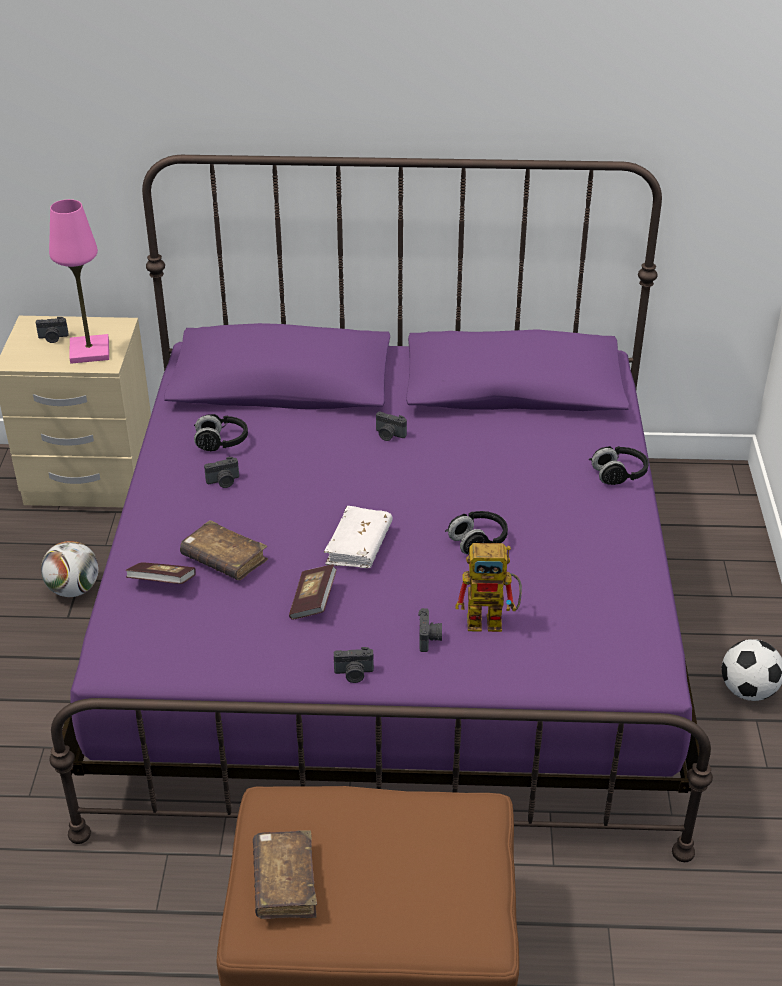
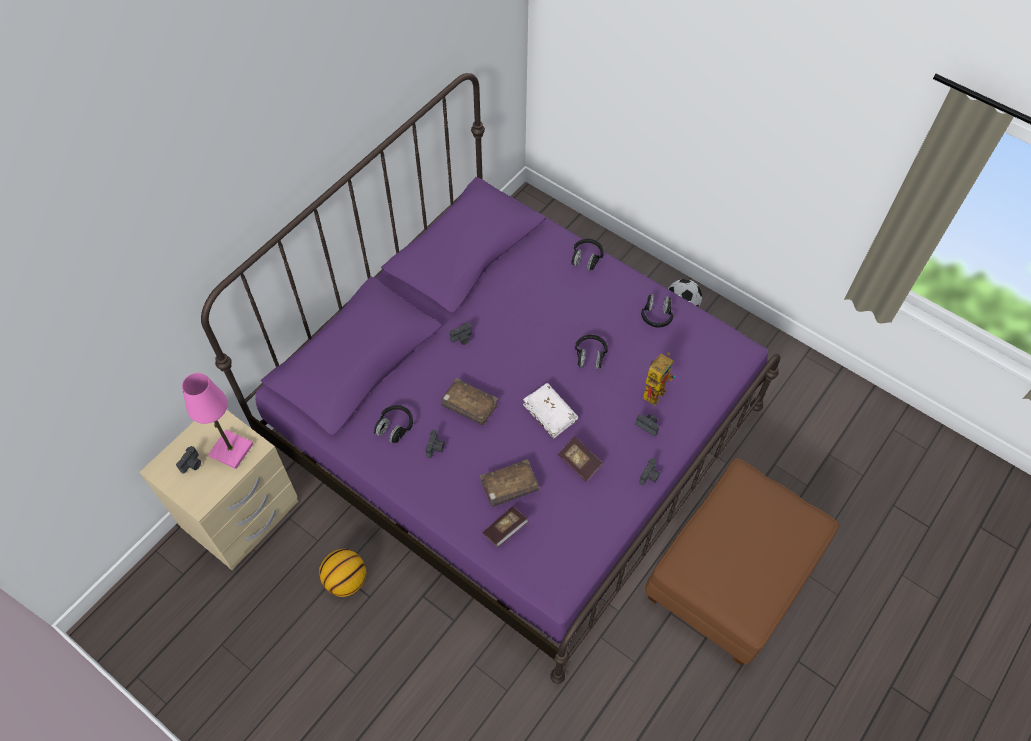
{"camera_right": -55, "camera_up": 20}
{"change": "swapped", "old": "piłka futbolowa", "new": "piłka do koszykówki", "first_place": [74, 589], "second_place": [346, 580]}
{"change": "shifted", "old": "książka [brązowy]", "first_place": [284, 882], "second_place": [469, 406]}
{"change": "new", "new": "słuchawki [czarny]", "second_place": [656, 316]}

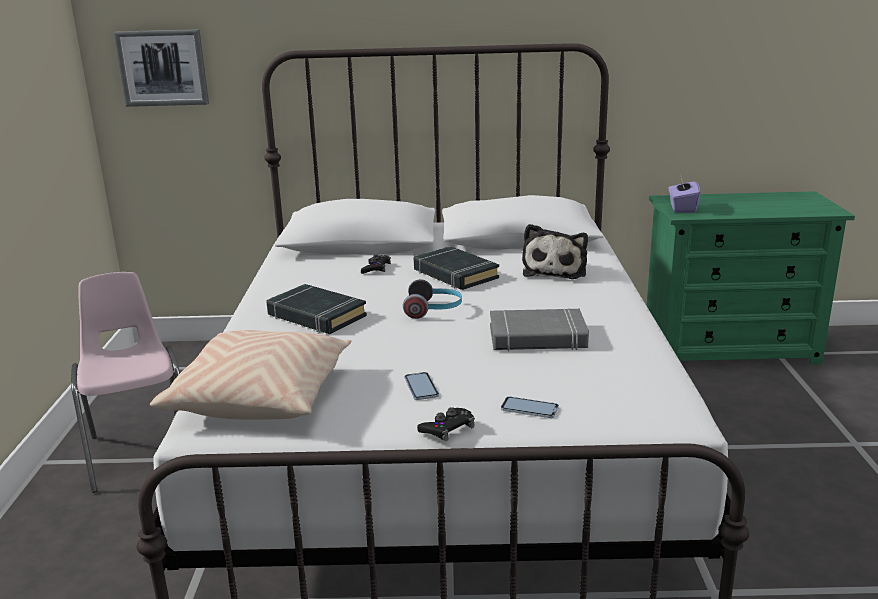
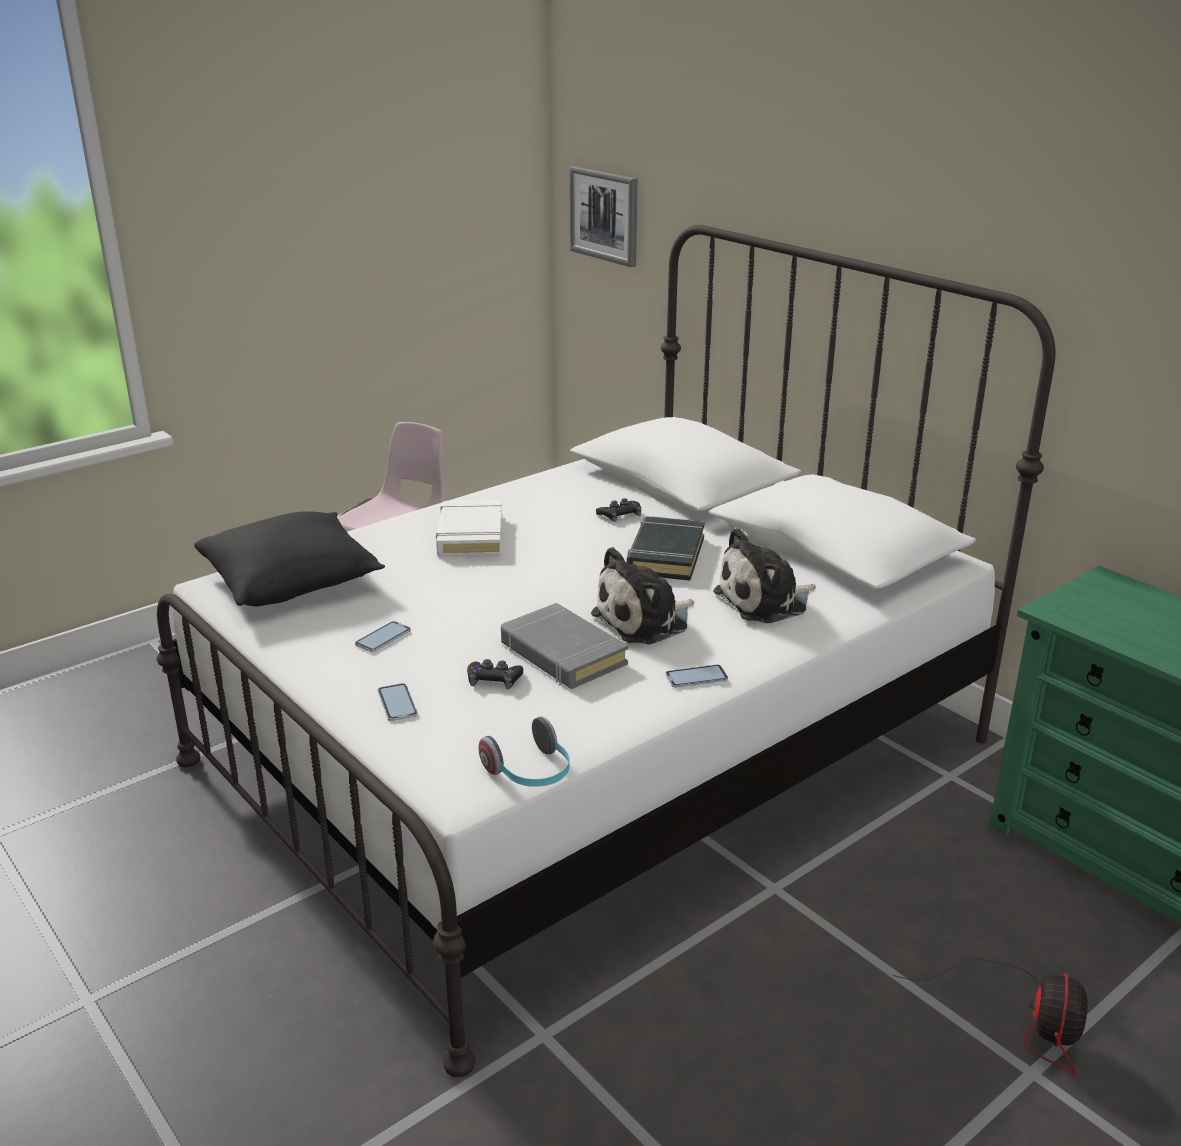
{"camera_right": 50, "camera_up": 5}
{"change": "repainted", "old": "poduszka [beżowy]", "new": "poduszka [czarny]", "first_place": [261, 397], "second_place": [292, 581]}
{"change": "repainted", "old": "książka [czarny]", "new": "książka [biały]", "first_place": [316, 316], "second_place": [470, 536]}
{"change": "shifted", "old": "słuchawki", "first_place": [434, 310], "second_place": [530, 773]}
{"change": "shifted", "old": "pad do gier [czarny]", "first_place": [447, 429], "second_place": [494, 679]}
{"change": "gone", "old": "pudełko chusteczek [fioletowy]", "first_place": [682, 208]}
{"change": "new", "new": "pluszak", "second_place": [645, 621]}
{"change": "new", "new": "telefon", "second_place": [696, 678]}
{"change": "new", "new": "wentylator", "second_place": [1024, 1019]}

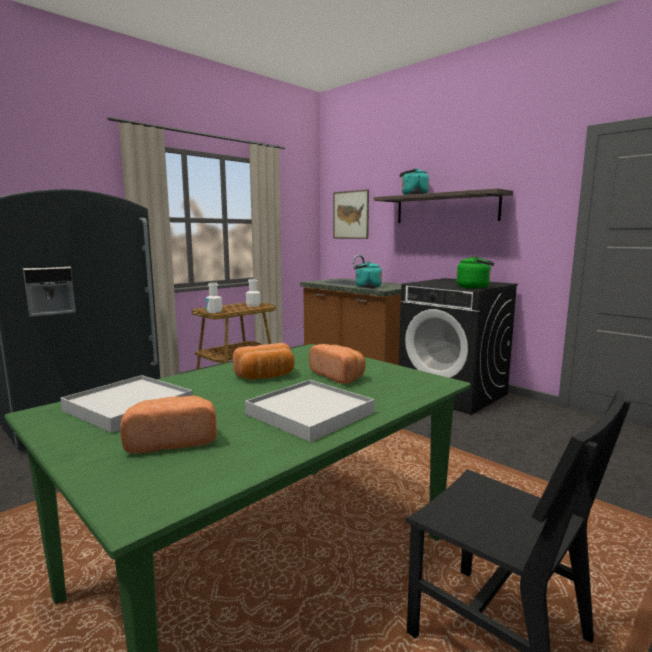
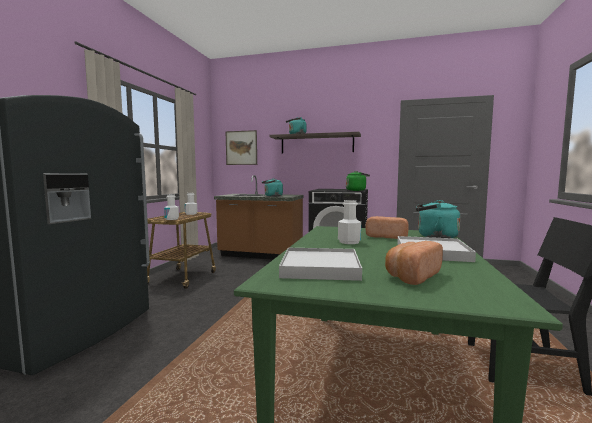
{"camera_right": -30, "camera_up": -5}
{"change": "swapped", "old": "chleb", "new": "butelka [biały]", "first_place": [266, 376], "second_place": [349, 242]}
{"change": "new", "new": "czajnik [turkusowy]", "second_place": [434, 237]}

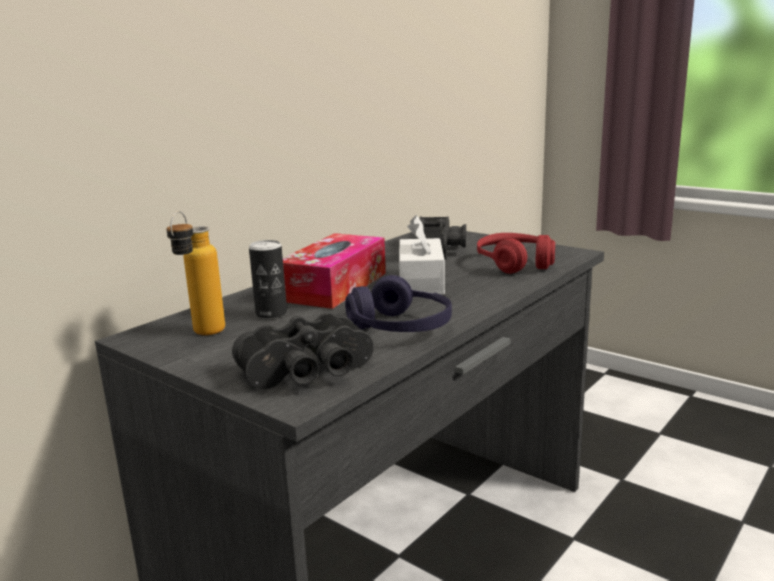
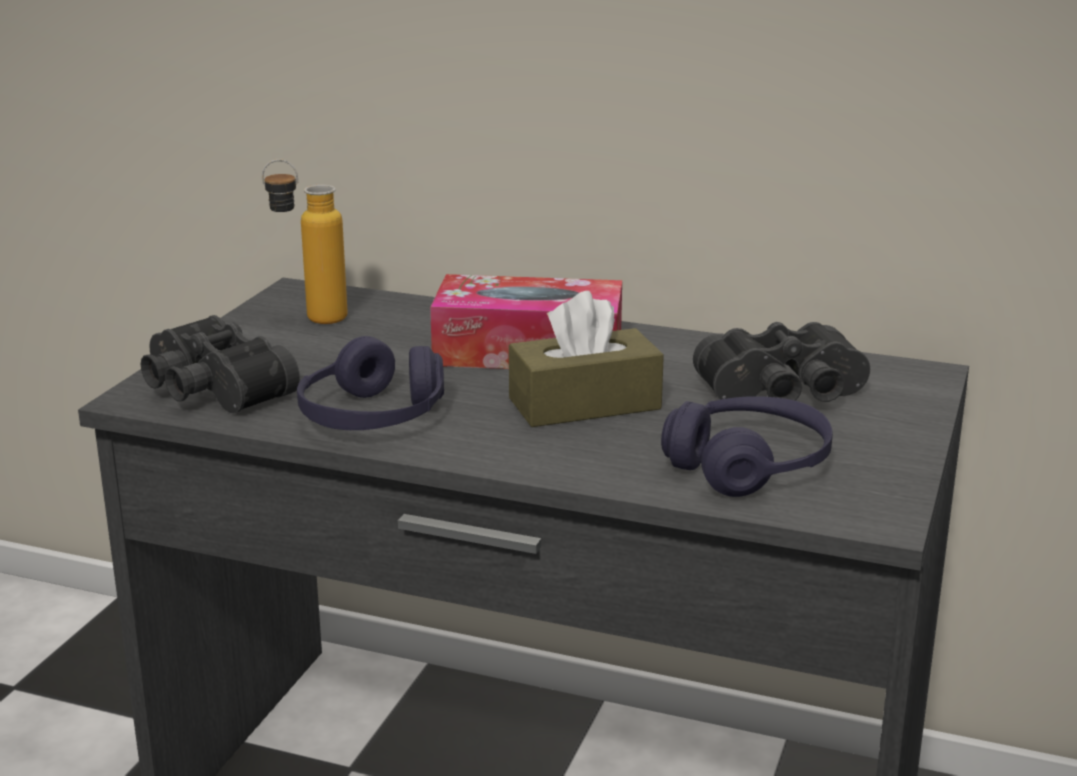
{"camera_right": 70, "camera_up": 5}
{"change": "gone", "old": "puszka", "first_place": [271, 313]}
{"change": "repainted", "old": "pudełko chusteczek [biały]", "new": "pudełko chusteczek [brązowy]", "first_place": [421, 282], "second_place": [584, 404]}
{"change": "repainted", "old": "słuchawki [czerwony]", "new": "słuchawki [fioletowy]", "first_place": [515, 263], "second_place": [748, 466]}

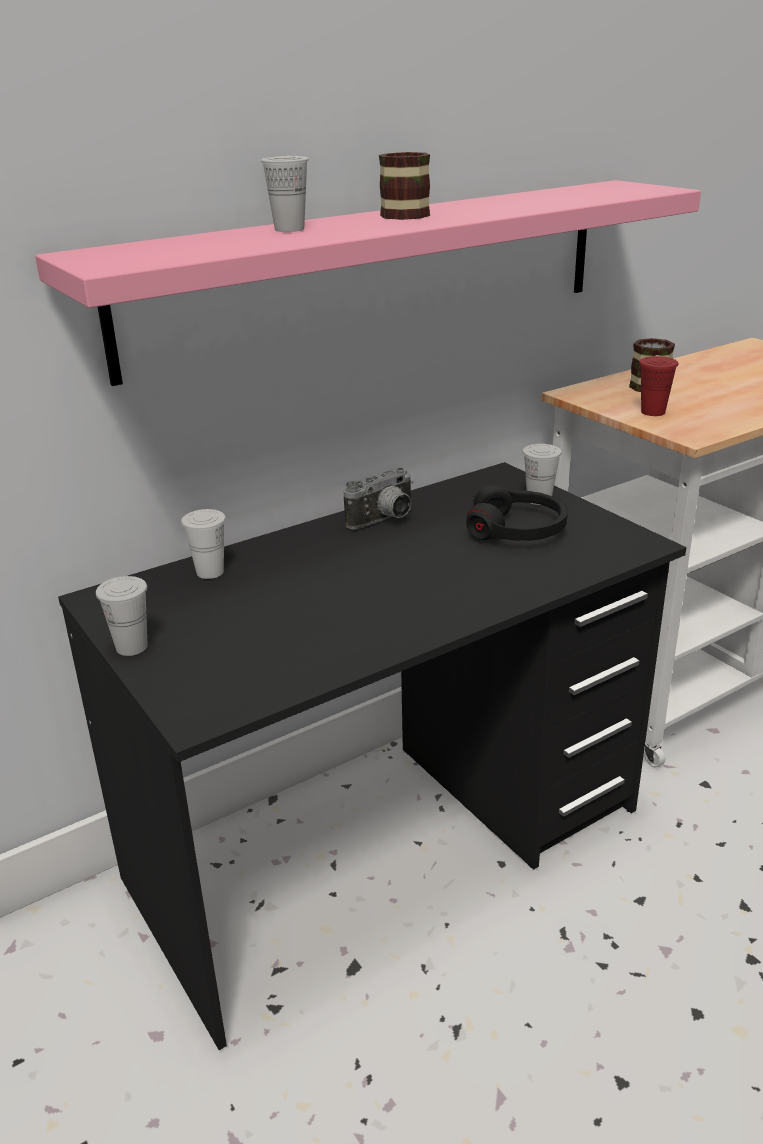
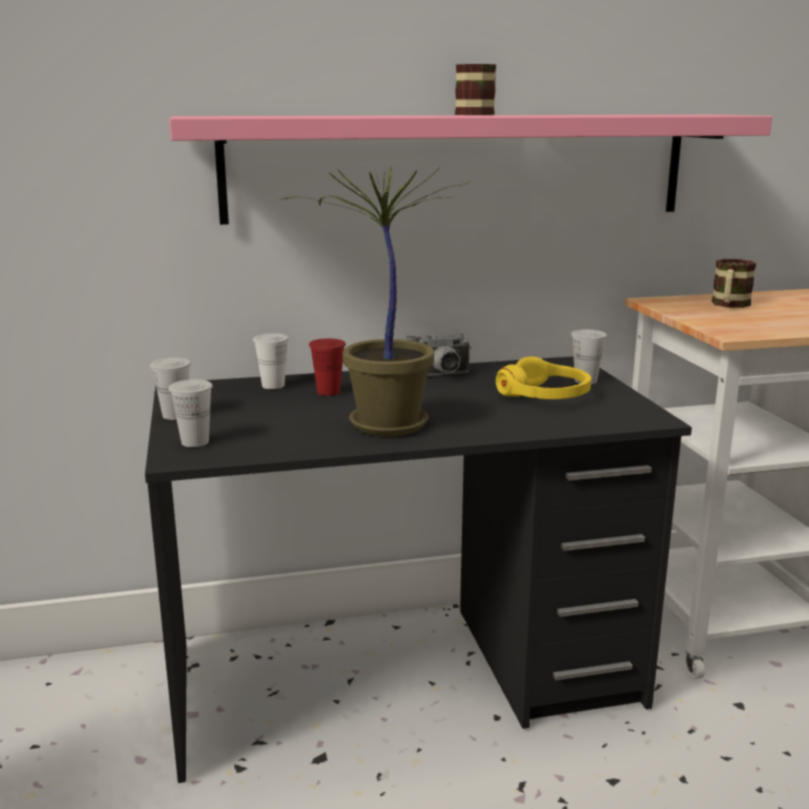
{"camera_right": 20, "camera_up": -10}
{"change": "shifted", "old": "filiżanka [biały]", "first_place": [289, 229], "second_place": [195, 442]}
{"change": "repainted", "old": "słuchawki [czarny]", "new": "słuchawki [żółty]", "first_place": [517, 530], "second_place": [545, 396]}
{"change": "shifted", "old": "filiżanka [czerwony]", "first_place": [653, 412], "second_place": [328, 392]}
{"change": "new", "new": "roślina doniczkowa", "second_place": [385, 424]}

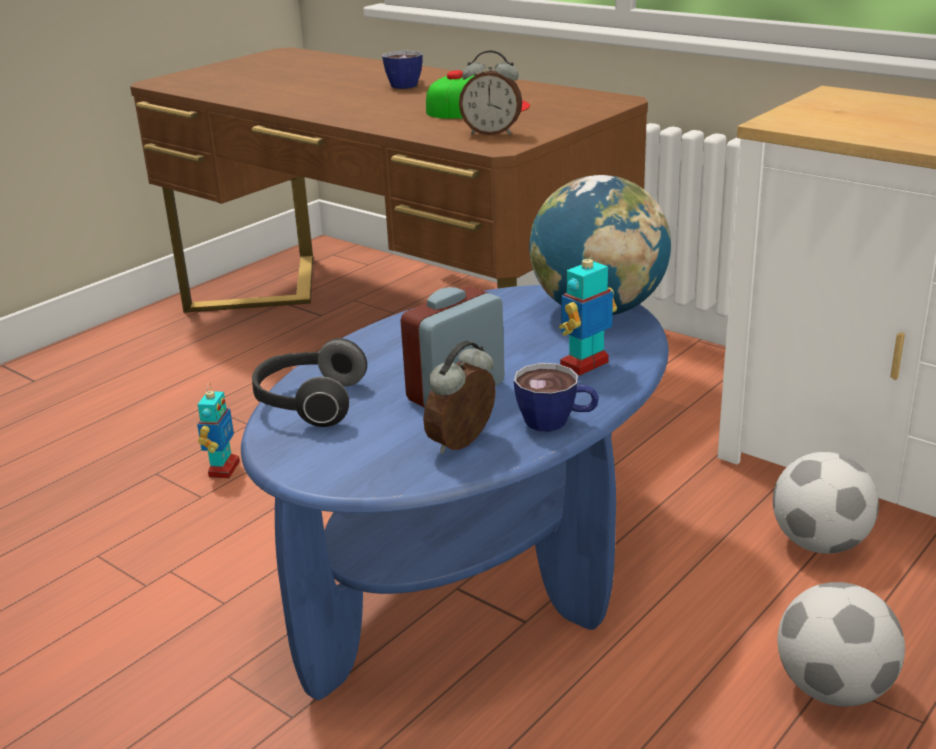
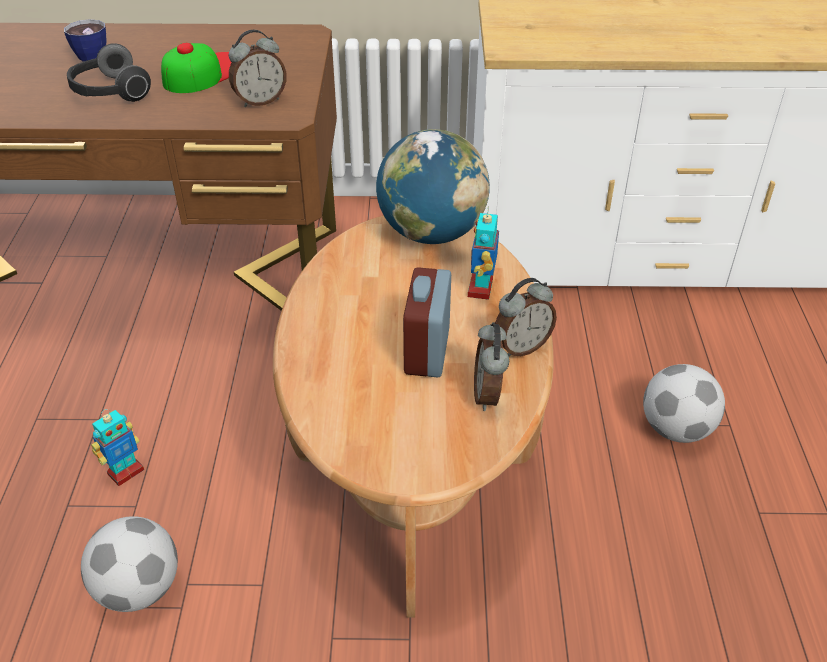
{"camera_right": -40, "camera_up": 15}
{"change": "rotated", "old": "robot zabawkowy", "first_place": [223, 469], "second_place": [125, 472], "degrees": 75}
{"change": "repainted", "old": "ława [niebieski]", "new": "ława [brązowy]", "first_place": [477, 572], "second_place": [413, 459]}
{"change": "shifted", "old": "słuchawki", "first_place": [309, 403], "second_place": [109, 92]}
{"change": "swapped", "old": "filiżanka", "new": "budzik", "first_place": [556, 422], "second_place": [521, 347]}
{"change": "shifted", "old": "piłka futbolowa", "first_place": [819, 543], "second_place": [138, 589]}

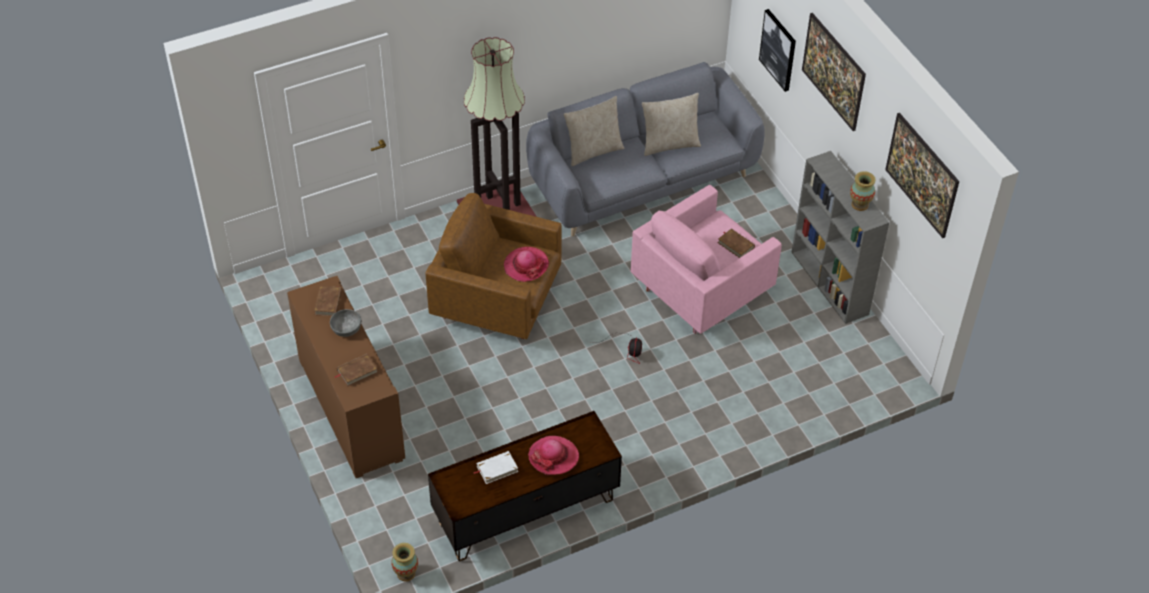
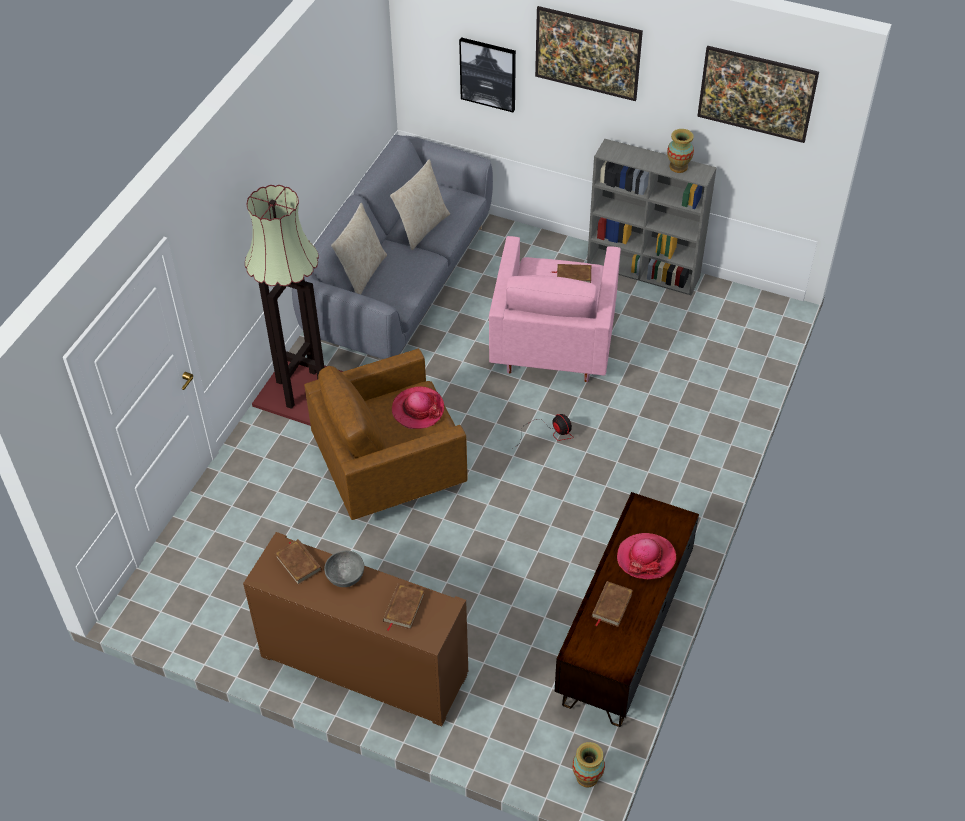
{"camera_right": -40, "camera_up": 0}
{"change": "repainted", "old": "książka [biały]", "new": "książka [brązowy]", "first_place": [497, 469], "second_place": [611, 606]}

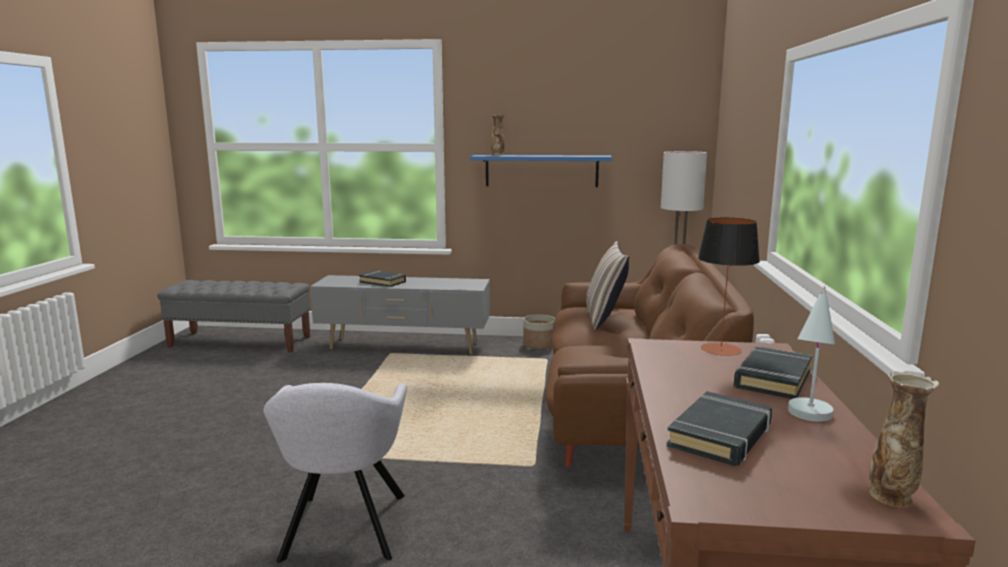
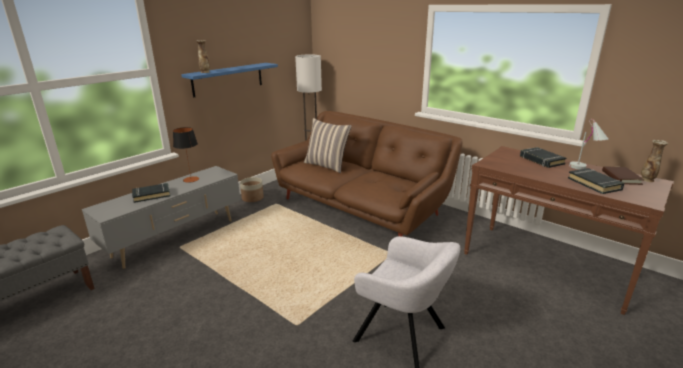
{"camera_right": -55, "camera_up": 10}
{"change": "shifted", "old": "lampa stołowa", "first_place": [721, 349], "second_place": [191, 179]}
{"change": "new", "new": "książka [brązowy]", "second_place": [621, 177]}

